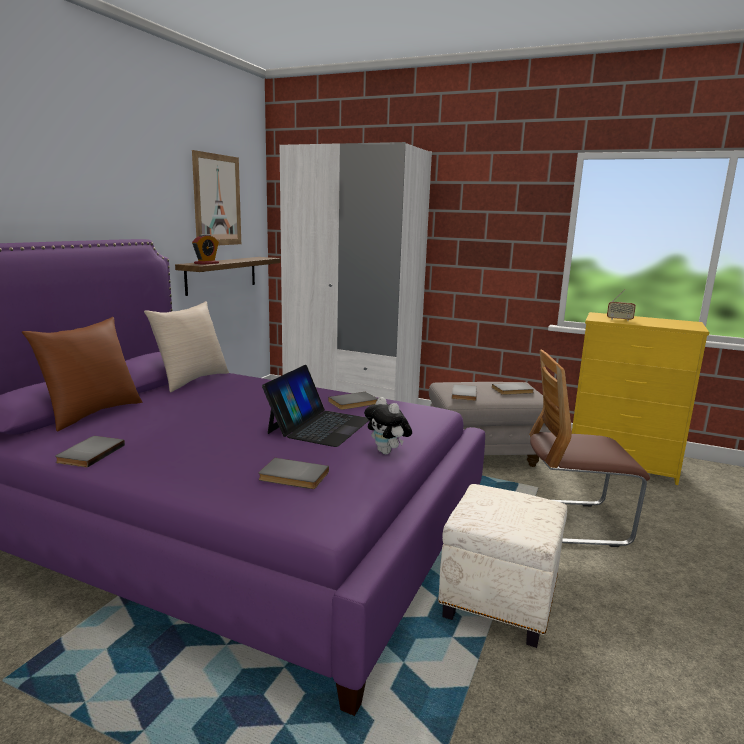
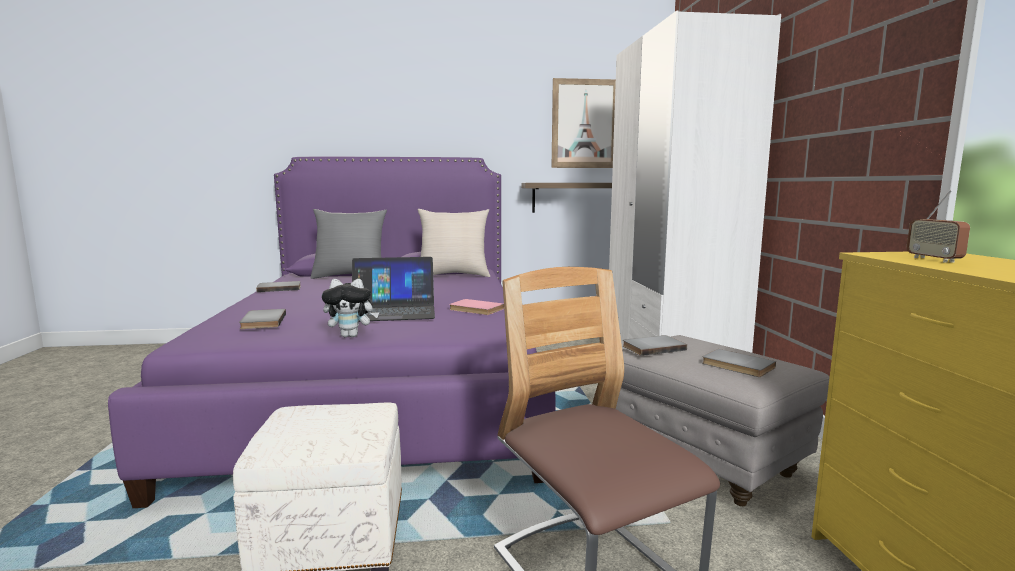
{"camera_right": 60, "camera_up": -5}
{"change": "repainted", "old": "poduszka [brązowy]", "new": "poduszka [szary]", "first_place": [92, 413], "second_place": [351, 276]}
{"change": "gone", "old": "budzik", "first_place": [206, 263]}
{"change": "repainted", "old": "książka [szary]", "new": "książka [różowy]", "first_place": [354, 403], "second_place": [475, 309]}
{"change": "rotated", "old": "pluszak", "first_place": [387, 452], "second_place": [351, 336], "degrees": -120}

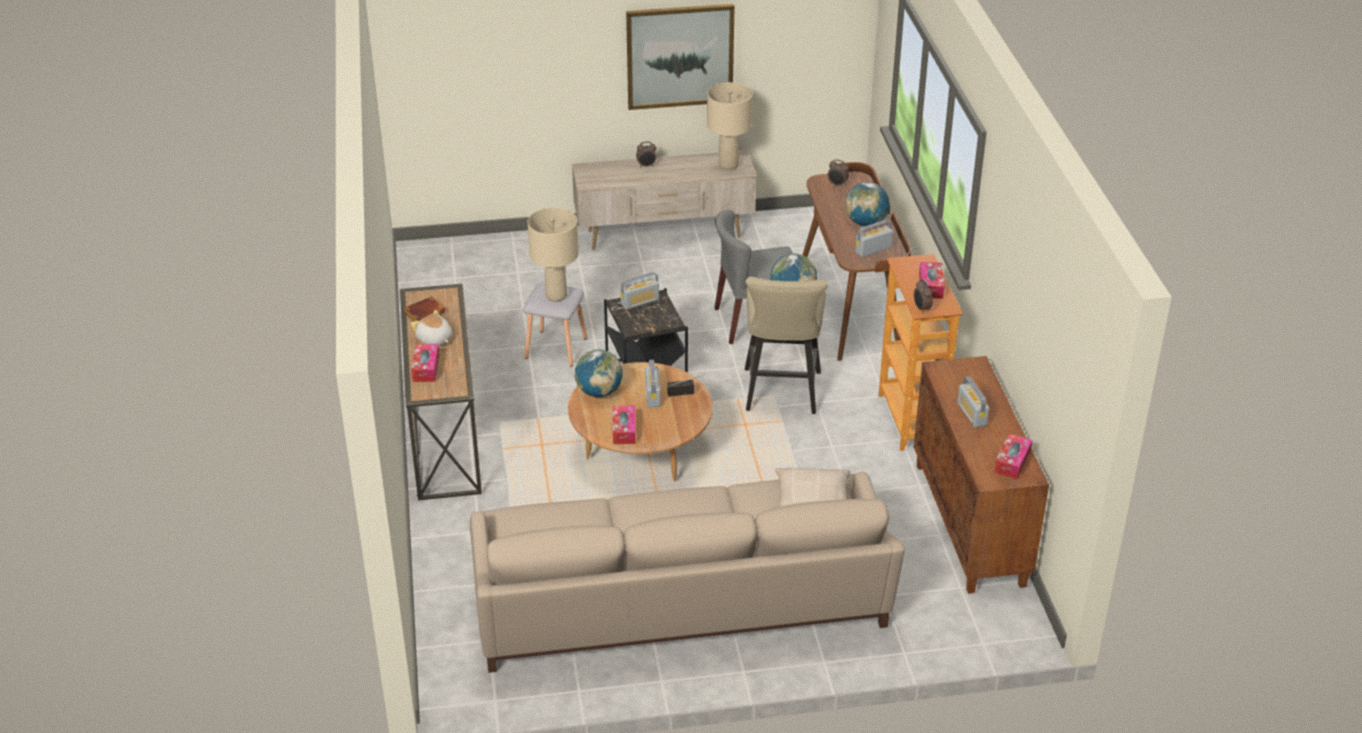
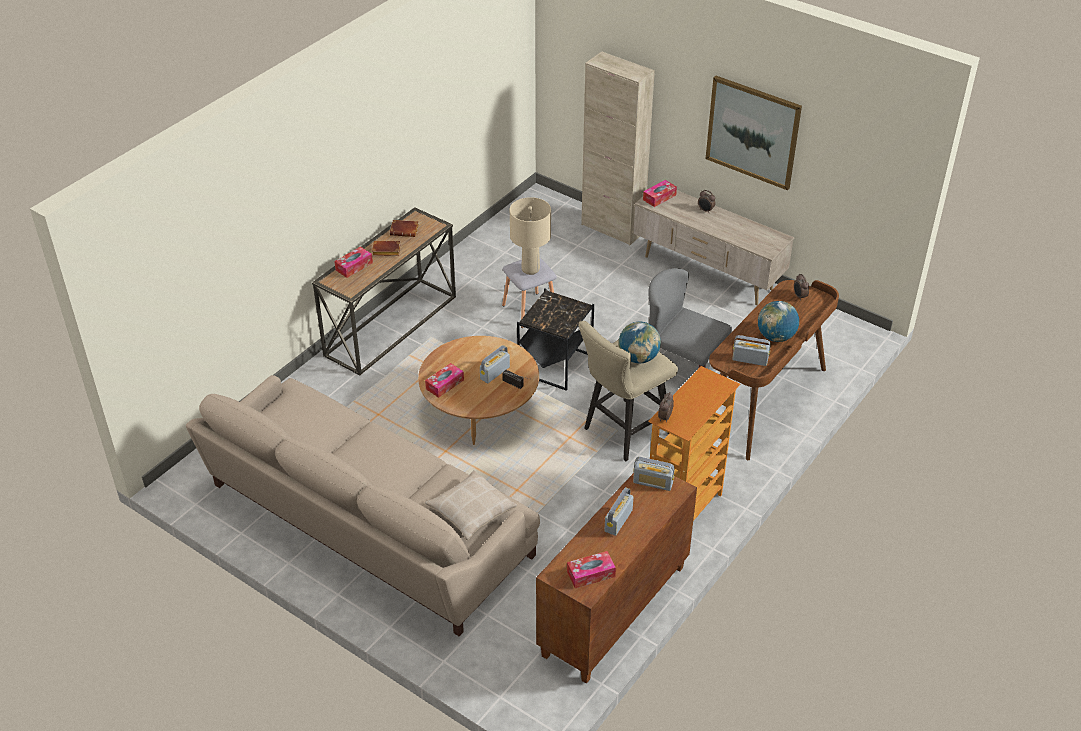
{"camera_right": 45, "camera_up": 5}
{"change": "swapped", "old": "pluszak", "new": "książka [brązowy]", "first_place": [434, 339], "second_place": [385, 251]}
{"change": "gone", "old": "globus", "first_place": [599, 392]}
{"change": "shifted", "old": "radio", "first_place": [640, 302], "second_place": [653, 483]}
{"change": "gone", "old": "lampa stołowa [beżowy]", "first_place": [728, 165]}
{"change": "shifted", "old": "pudełko chusteczek", "first_place": [930, 286], "second_place": [659, 197]}
{"change": "new", "new": "szafka [beżowy]", "second_place": [612, 228]}

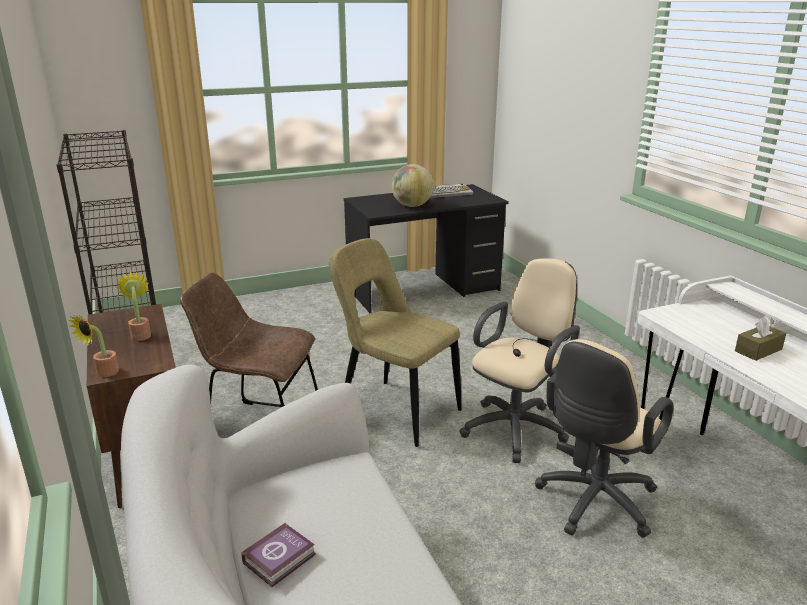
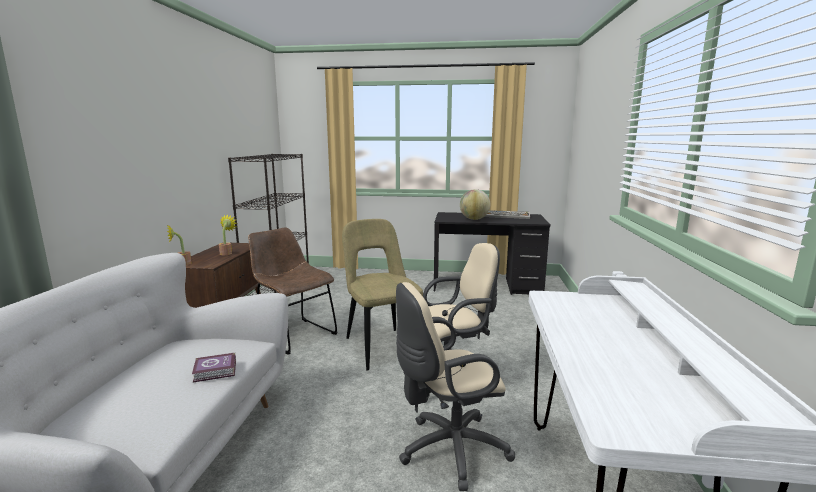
{"camera_right": 30, "camera_up": -10}
{"change": "shifted", "old": "książka", "first_place": [281, 558], "second_place": [216, 371]}
{"change": "gone", "old": "pudełko chusteczek [brązowy]", "first_place": [758, 350]}

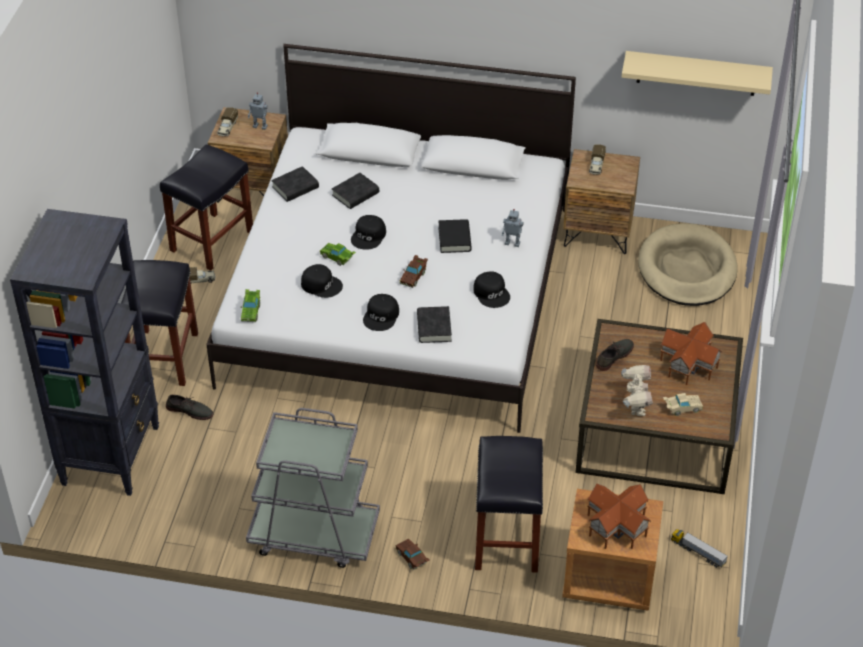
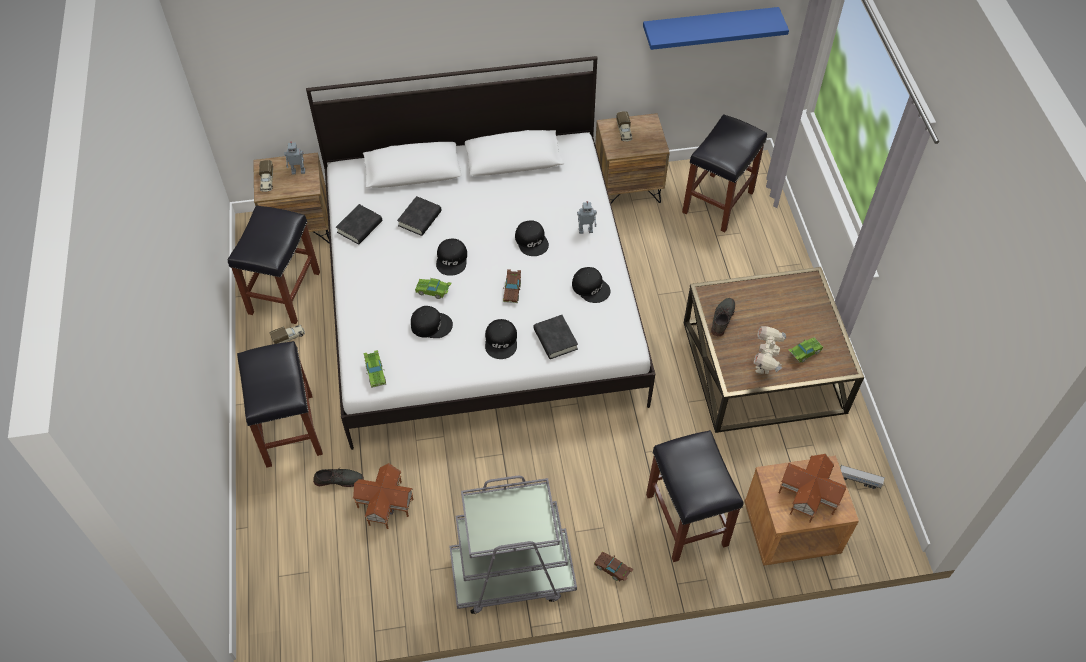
{"camera_right": -20, "camera_up": 10}
{"change": "gone", "old": "regał [czarny]", "first_place": [111, 454]}
{"change": "swapped", "old": "książka [czarny]", "new": "czapka z daszkiem [czarny]", "first_place": [454, 239], "second_place": [532, 241]}
{"change": "rotated", "old": "robot zabawkowy", "first_place": [635, 408], "second_place": [764, 365], "degrees": -150}
{"change": "repainted", "old": "półka [beżowy]", "new": "półka [niebieski]", "first_place": [696, 73], "second_place": [709, 28]}
{"change": "swapped", "old": "legowisko [beżowy]", "new": "stołek [czarny]", "first_place": [687, 269], "second_place": [718, 203]}
{"change": "shifted", "old": "domek", "first_place": [690, 364], "second_place": [386, 503]}
{"change": "repainted", "old": "samochodzik [beżowy]", "new": "samochodzik [zielony]", "first_place": [682, 408], "second_place": [803, 353]}

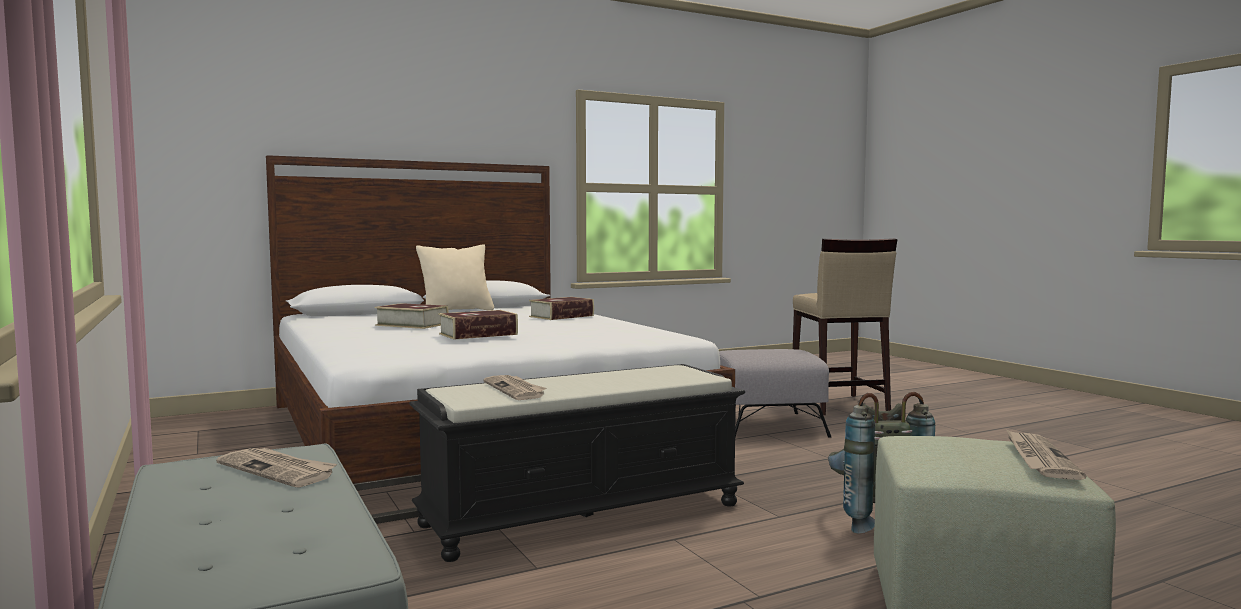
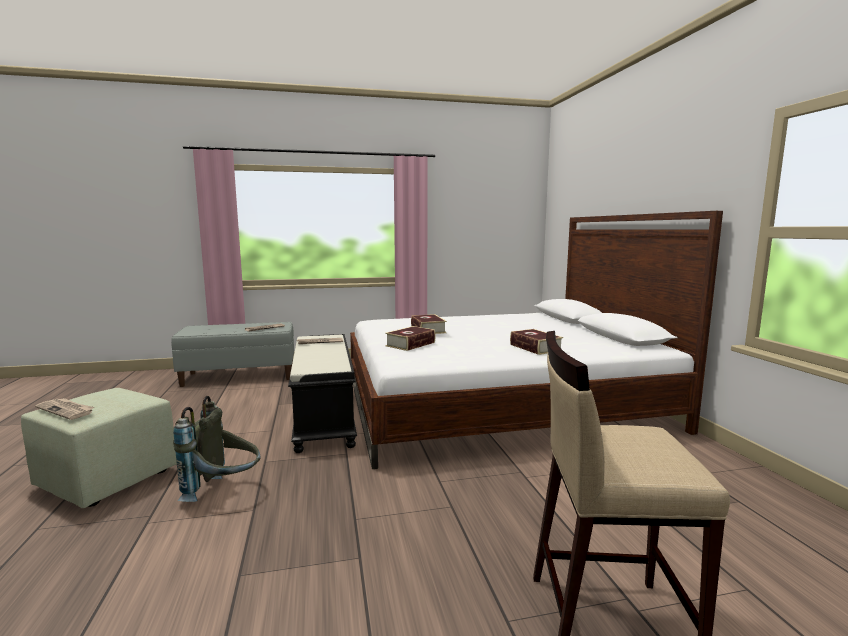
{"camera_right": 105, "camera_up": 5}
{"change": "shifted", "old": "książka", "first_place": [412, 324], "second_place": [410, 344]}
{"change": "gone", "old": "poduszka [beżowy]", "first_place": [457, 311]}
{"change": "gone", "old": "pufa [szary]", "first_place": [767, 426]}

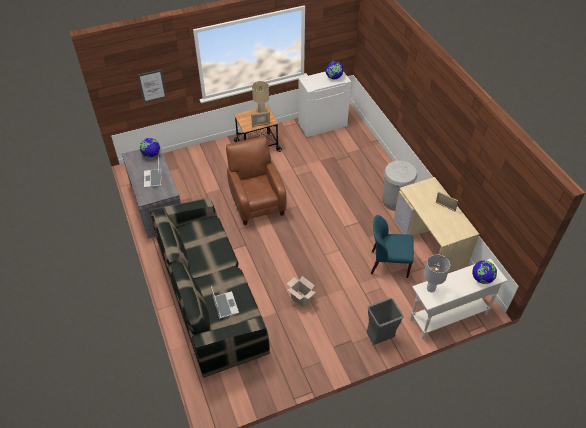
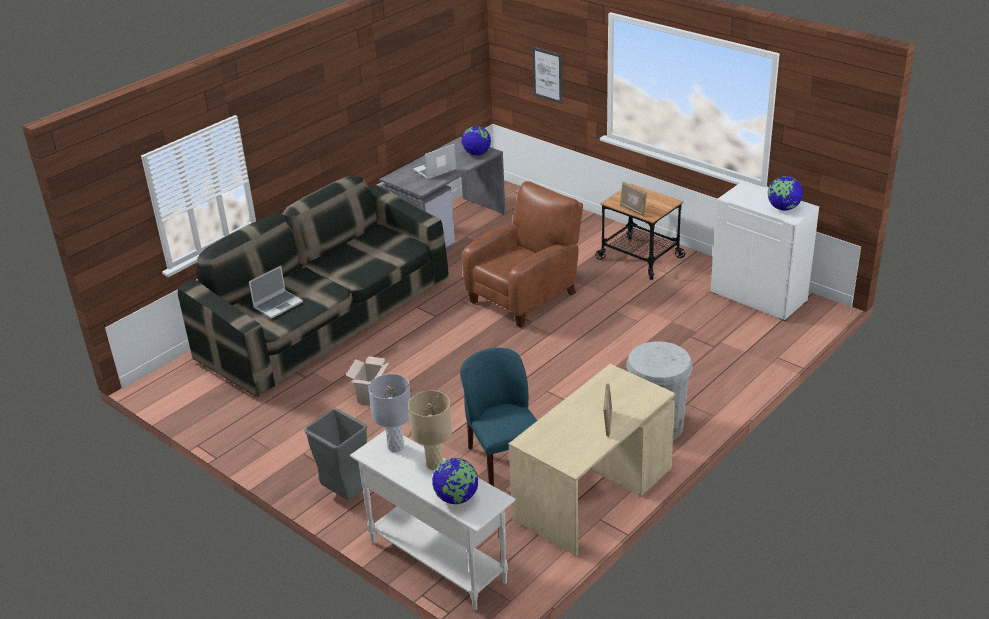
{"camera_right": 65, "camera_up": -15}
{"change": "shifted", "old": "lampa stołowa [beżowy]", "first_place": [261, 111], "second_place": [434, 464]}

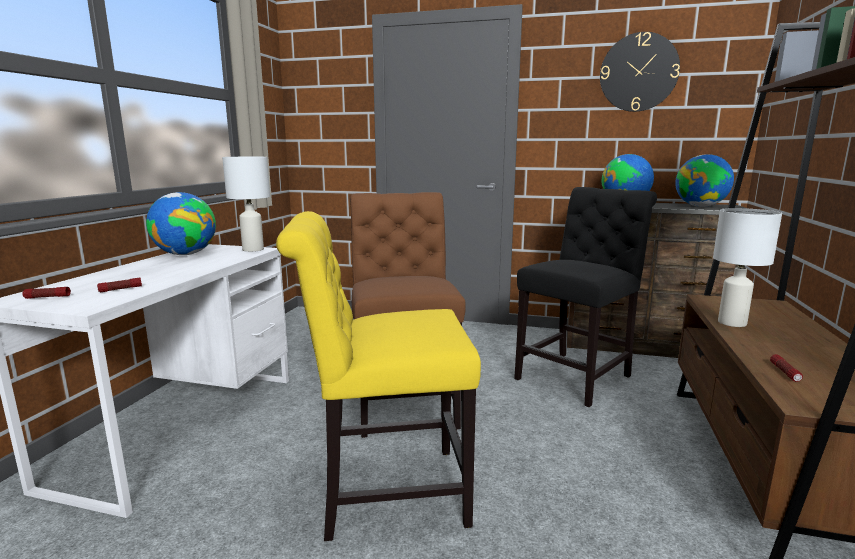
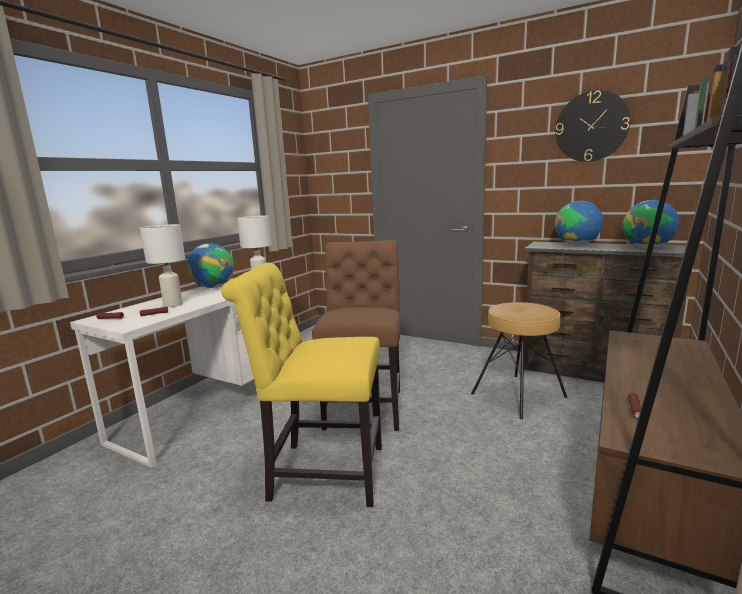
{"camera_right": 15, "camera_up": 0}
{"change": "swapped", "old": "krzesło [czarny]", "new": "stołek [brązowy]", "first_place": [577, 376], "second_place": [519, 395]}
{"change": "shifted", "old": "lampa stołowa [biały]", "first_place": [733, 323], "second_place": [173, 305]}

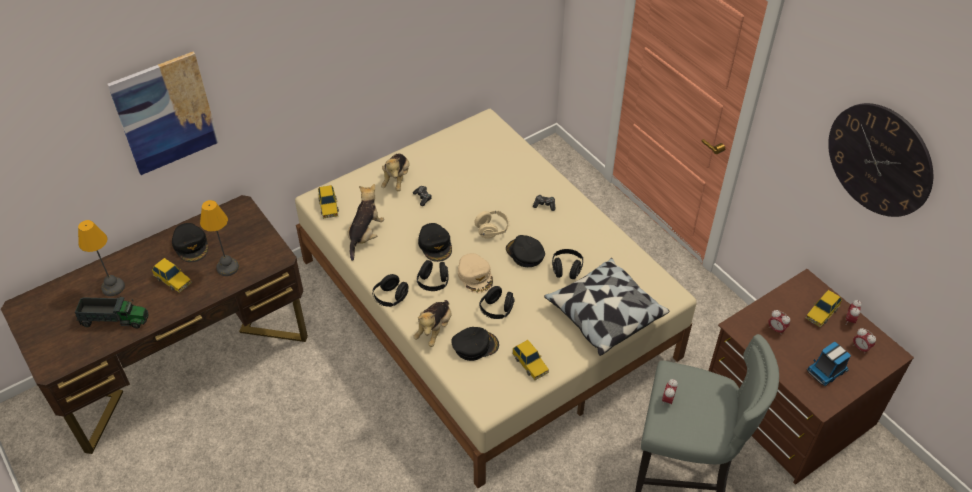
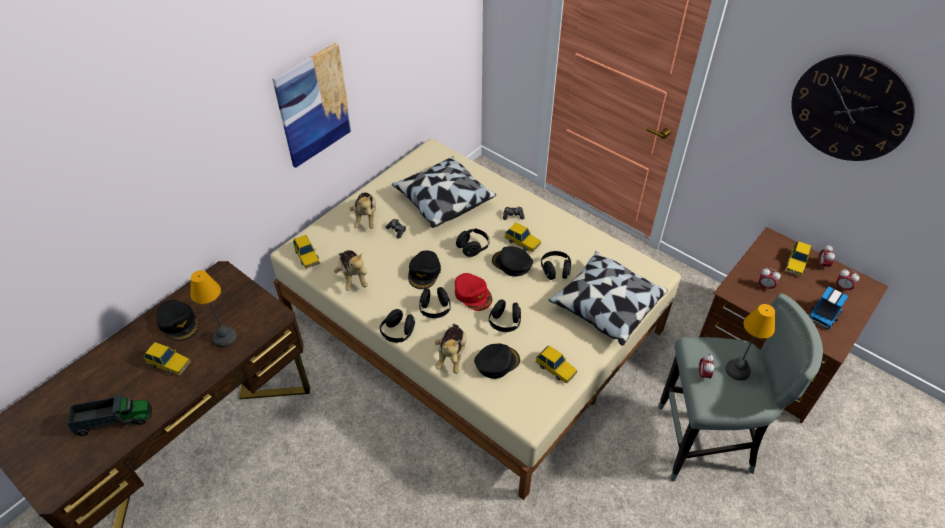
{"camera_right": -15, "camera_up": 0}
{"change": "shifted", "old": "lampa stołowa", "first_place": [113, 288], "second_place": [738, 370]}
{"change": "shifted", "old": "obraz", "first_place": [165, 113], "second_place": [313, 105]}
{"change": "rotated", "old": "pluszak", "first_place": [365, 235], "second_place": [352, 277], "degrees": 150}
{"change": "rotated", "old": "czapka z daszkiem [czarny]", "first_place": [435, 245], "second_place": [424, 272], "degrees": 45}
{"change": "repainted", "old": "czapka z daszkiem [beżowy]", "new": "czapka z daszkiem [czerwony]", "first_place": [475, 276], "second_place": [473, 294]}
{"change": "repainted", "old": "słuchawki [beżowy]", "new": "słuchawki [czarny]", "first_place": [492, 230], "second_place": [473, 247]}
{"change": "new", "new": "poduszka", "second_place": [443, 200]}
{"change": "new", "new": "samochodzik", "second_place": [522, 242]}

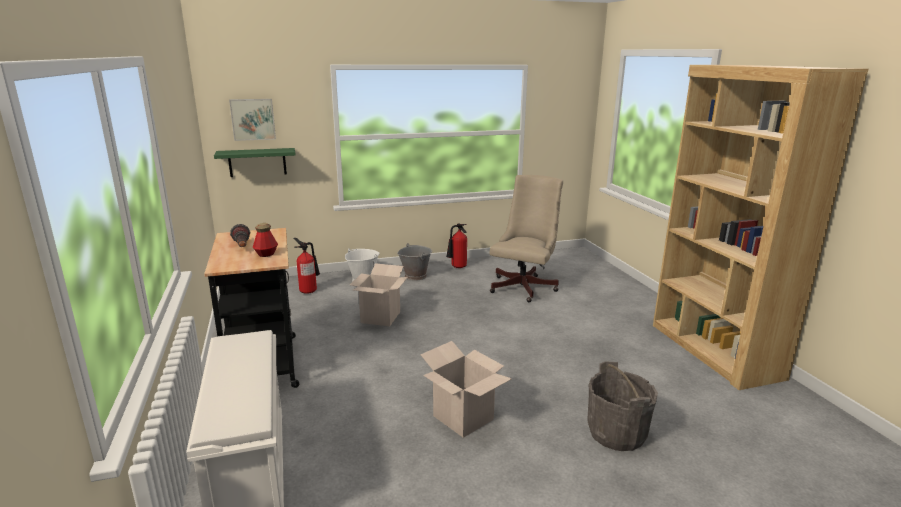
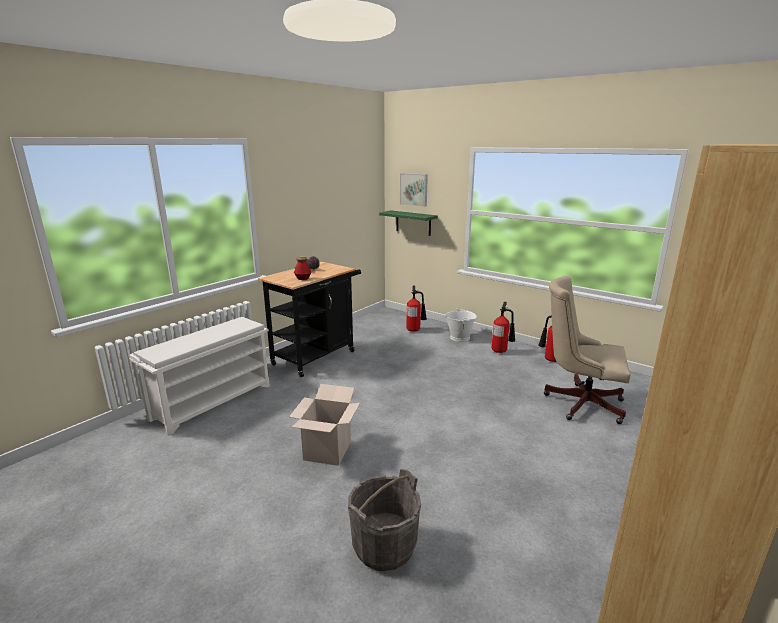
{"camera_right": 55, "camera_up": 0}
{"change": "gone", "old": "karton", "first_place": [380, 317]}
{"change": "swapped", "old": "wiadro [szary]", "new": "gaśnica", "first_place": [415, 276], "second_place": [501, 351]}
{"change": "rotated", "old": "krzesło biurowe [beżowy]", "first_place": [525, 286], "second_place": [579, 402], "degrees": -150}

